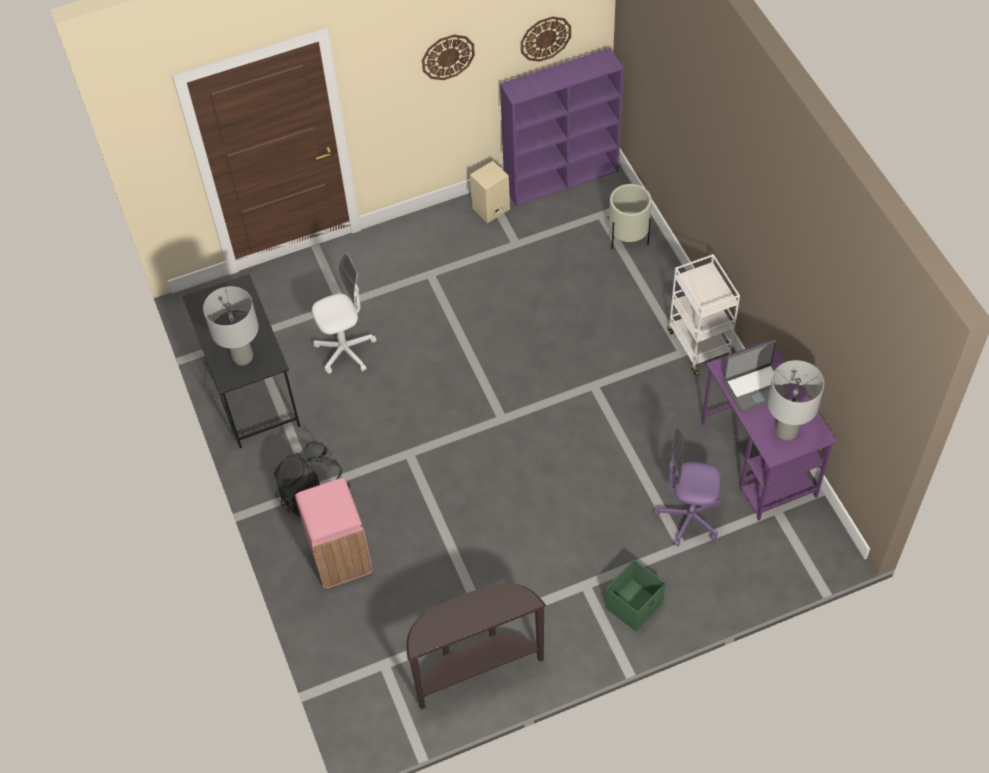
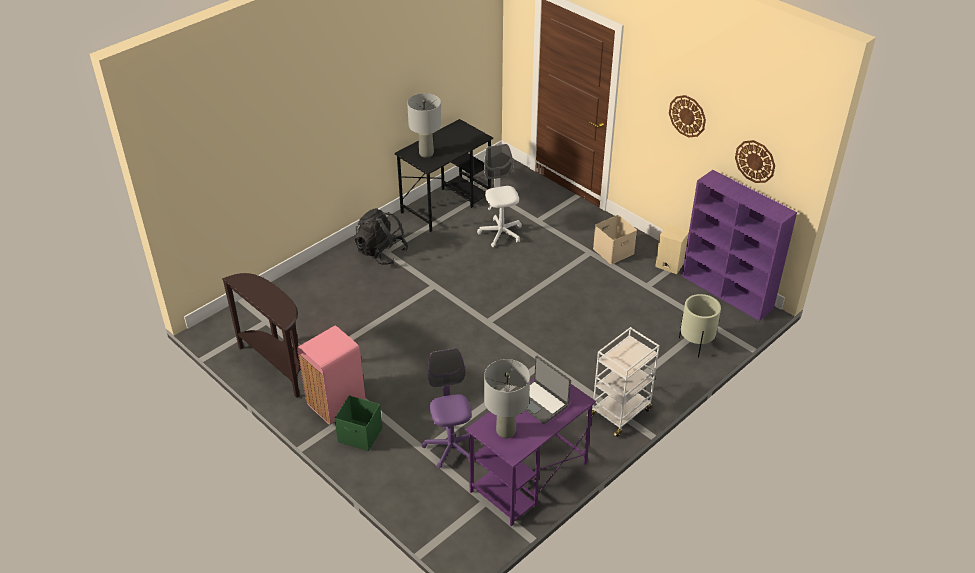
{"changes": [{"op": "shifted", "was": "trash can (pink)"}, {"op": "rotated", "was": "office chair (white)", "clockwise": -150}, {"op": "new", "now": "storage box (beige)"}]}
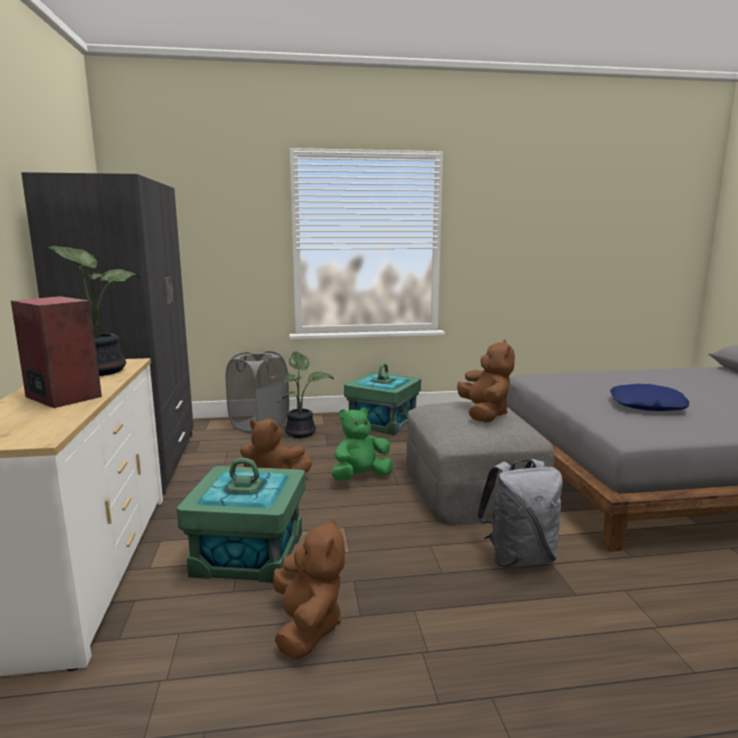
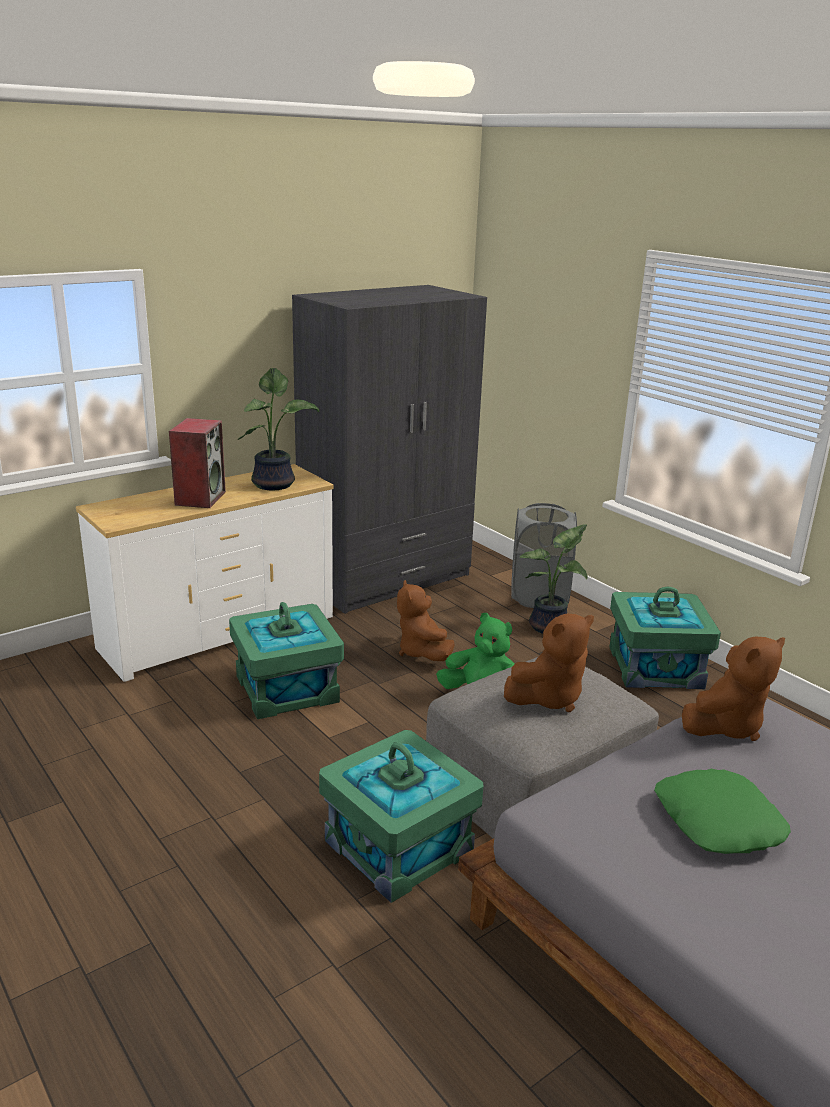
{"changes": [{"op": "swapped", "was": "backpack (grey)", "now": "storage box (green) (no. 2 from left)"}, {"op": "repainted", "was": "pillow (blue)", "now": "pillow (green)"}, {"op": "shifted", "was": "plush toy (brown) (no. 2 from left in the first image)", "now": "plush toy (brown) (no. 3 from left)"}]}
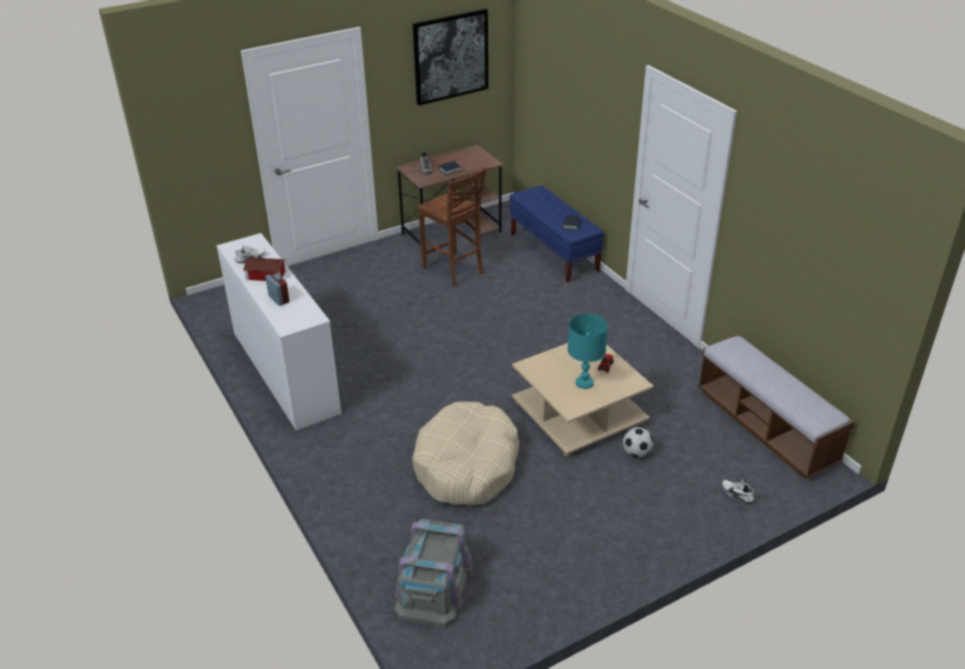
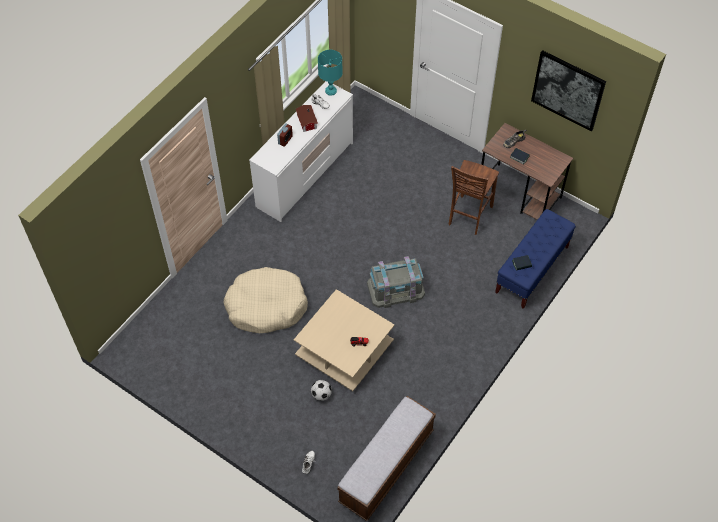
{"changes": [{"op": "shifted", "was": "table lamp (turquoise)"}, {"op": "shifted", "was": "storage box (grey)"}]}
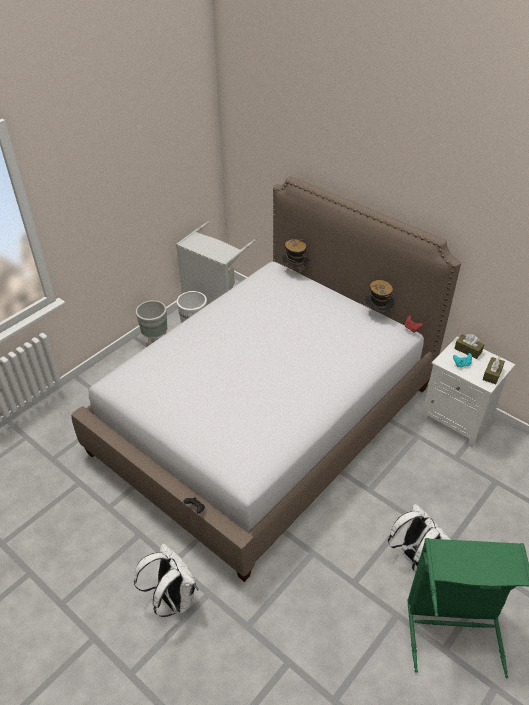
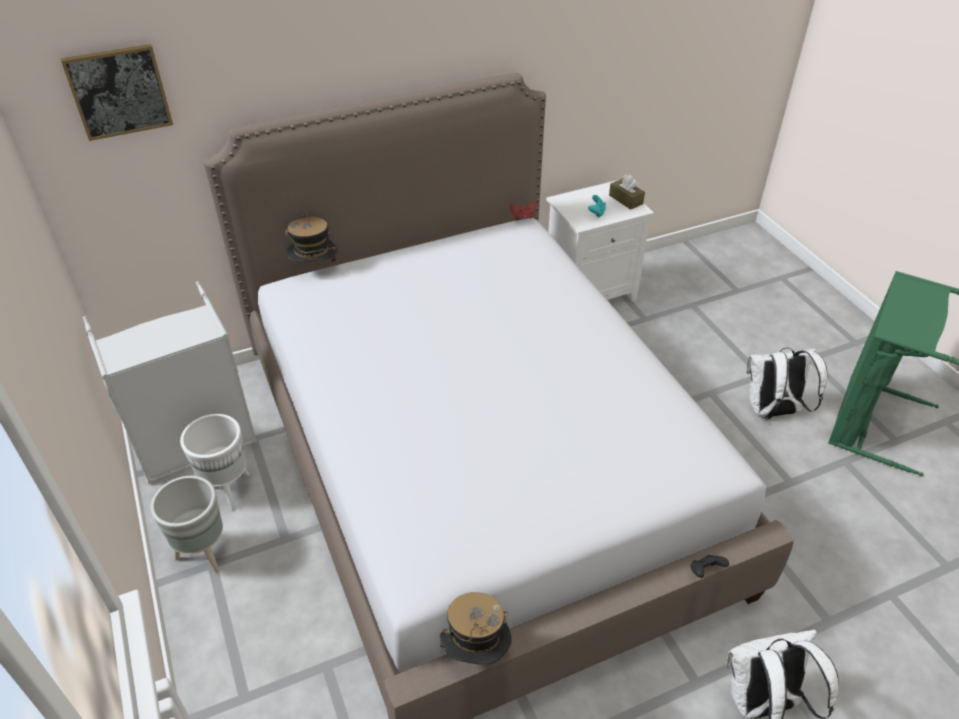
{"changes": [{"op": "new", "now": "picture"}, {"op": "shifted", "was": "hat (no. 2 from left)"}, {"op": "gone", "was": "tissue box (brown) (no. 1 from left)"}]}
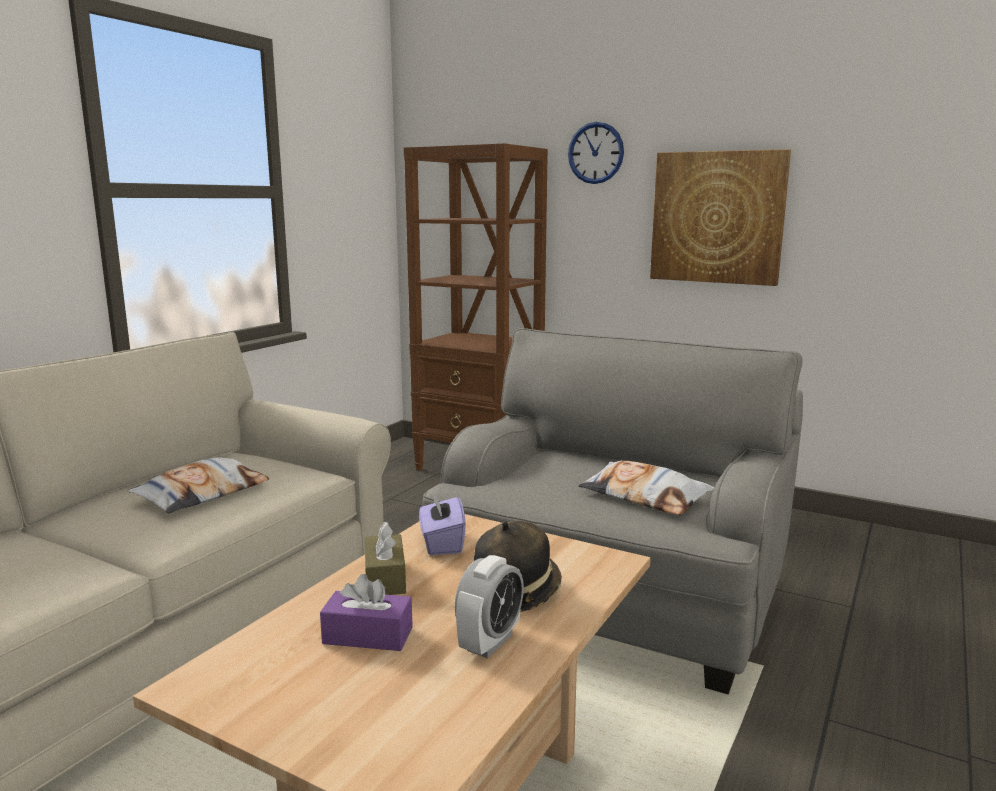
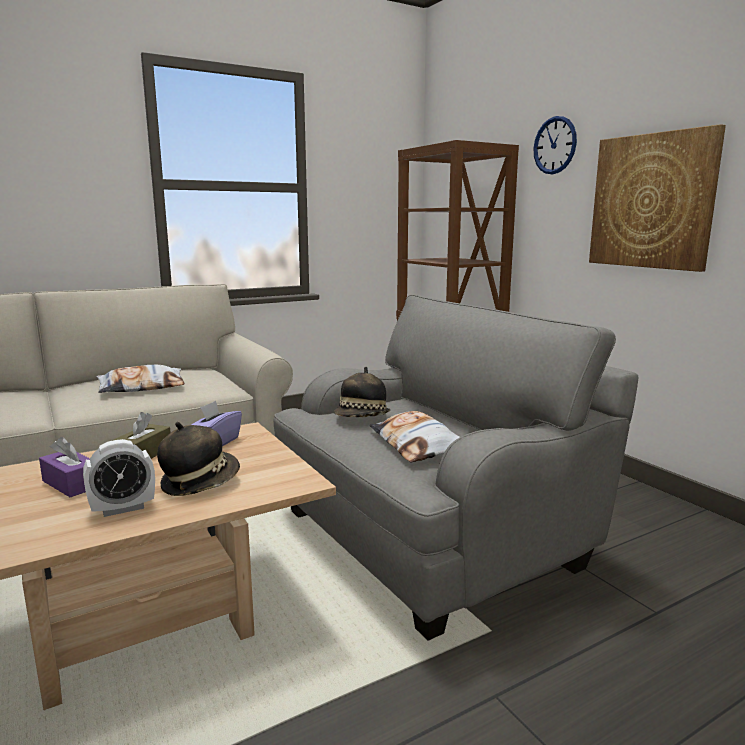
{"changes": [{"op": "new", "now": "hat (no. 2 from left)"}]}
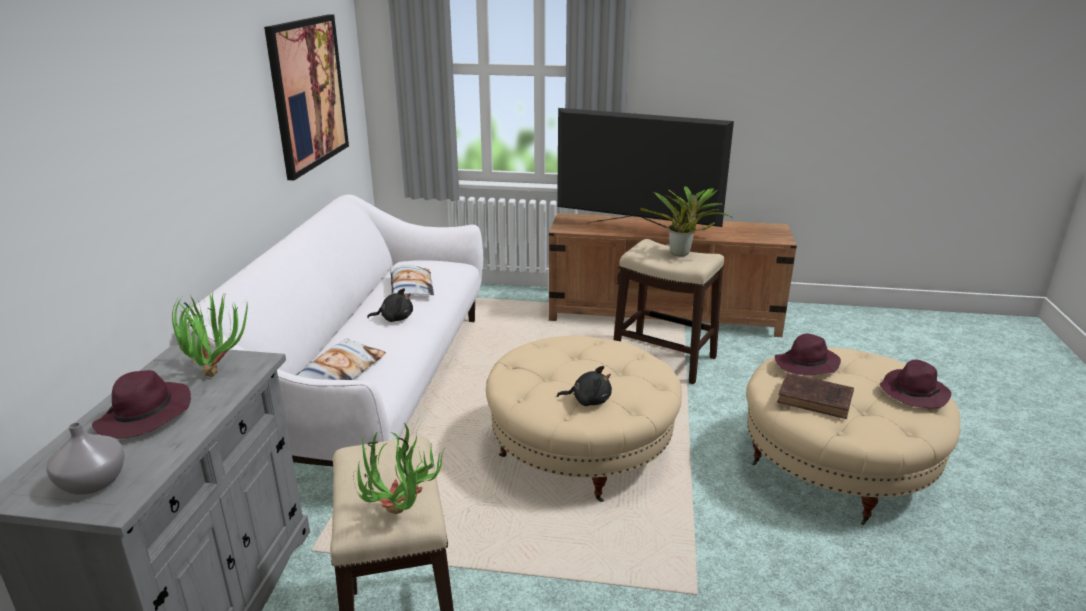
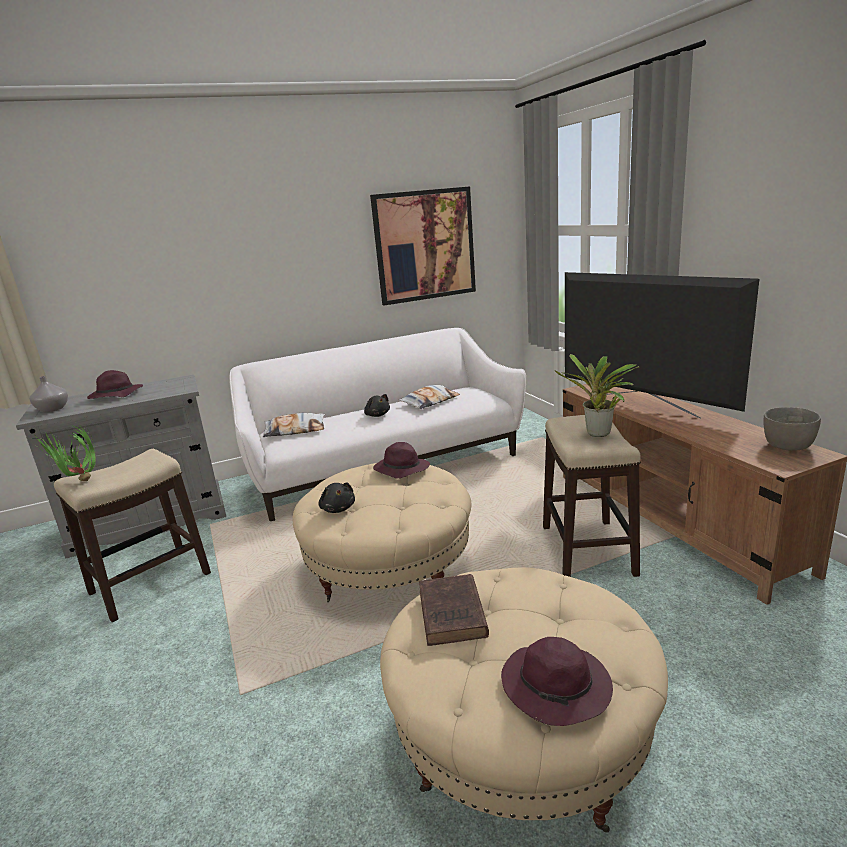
{"changes": [{"op": "shifted", "was": "hat (purple) (no. 2 from left)"}, {"op": "rotated", "was": "television", "clockwise": 150}, {"op": "new", "now": "bowl (grey)"}, {"op": "gone", "was": "potted plant (no. 1 from left)"}]}
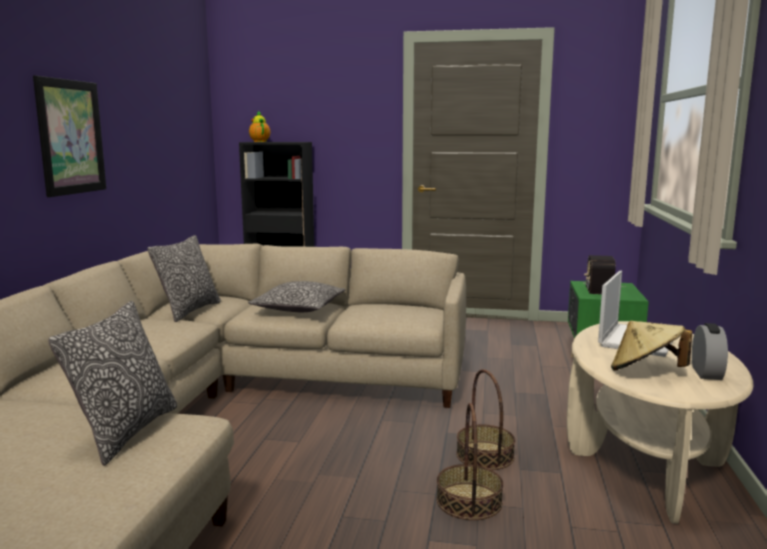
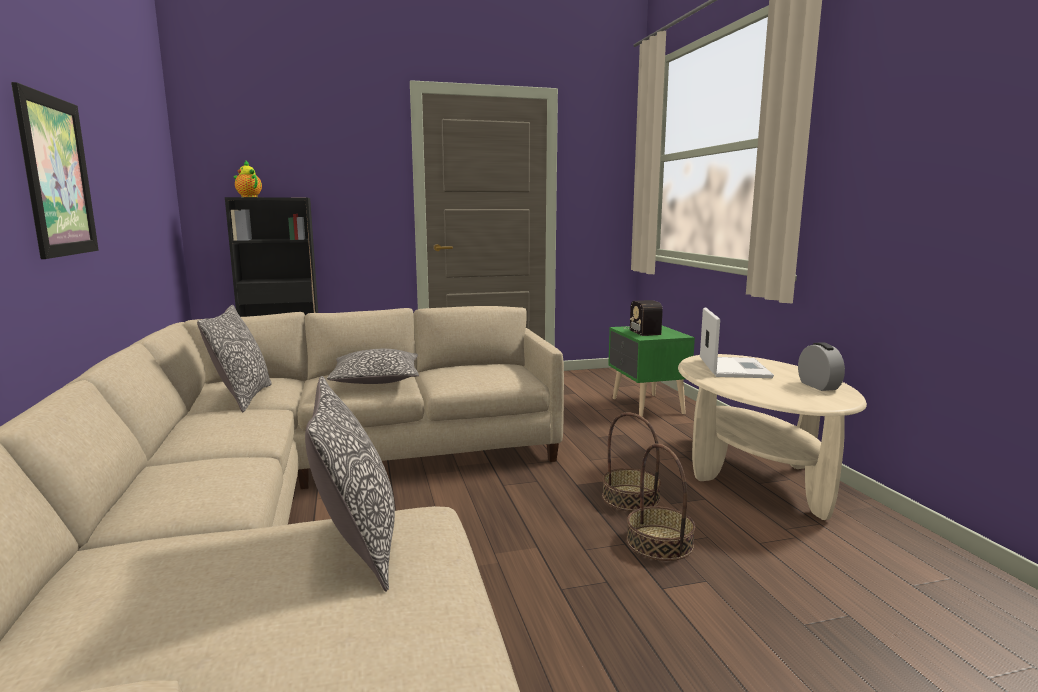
{"changes": [{"op": "gone", "was": "hat (beige)"}]}
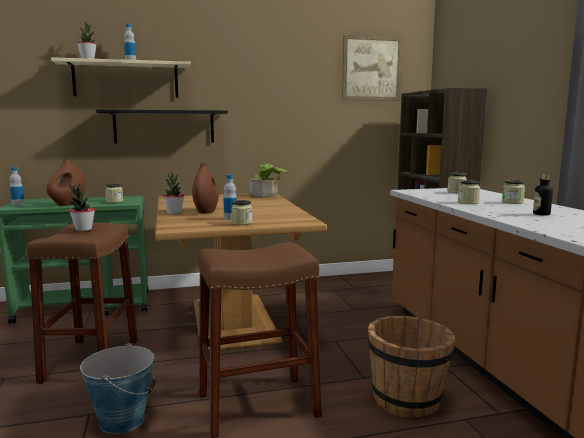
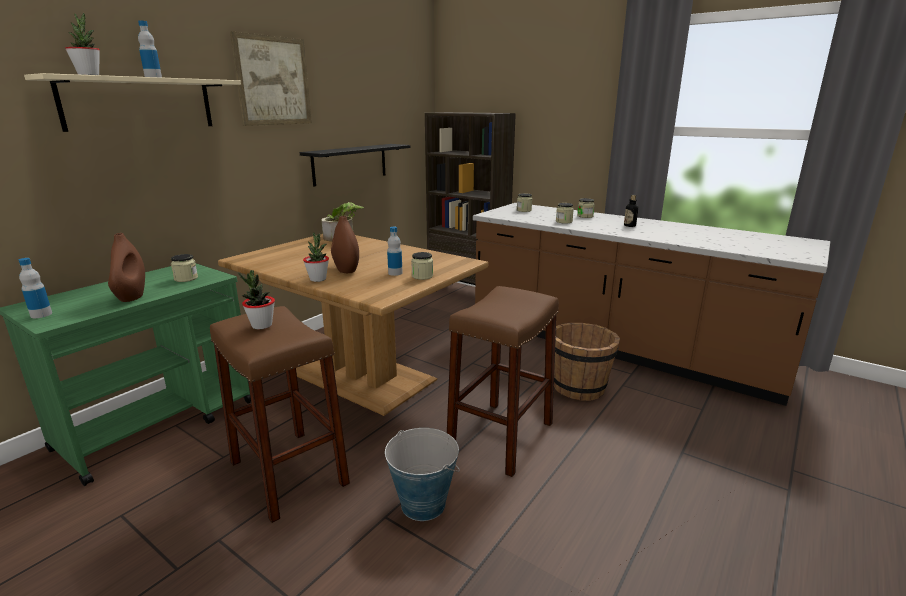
{"changes": [{"op": "shifted", "was": "picture"}, {"op": "shifted", "was": "shelf (black)"}]}
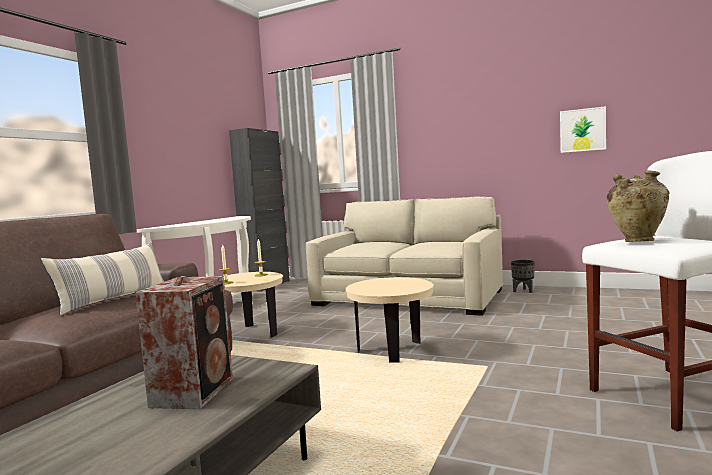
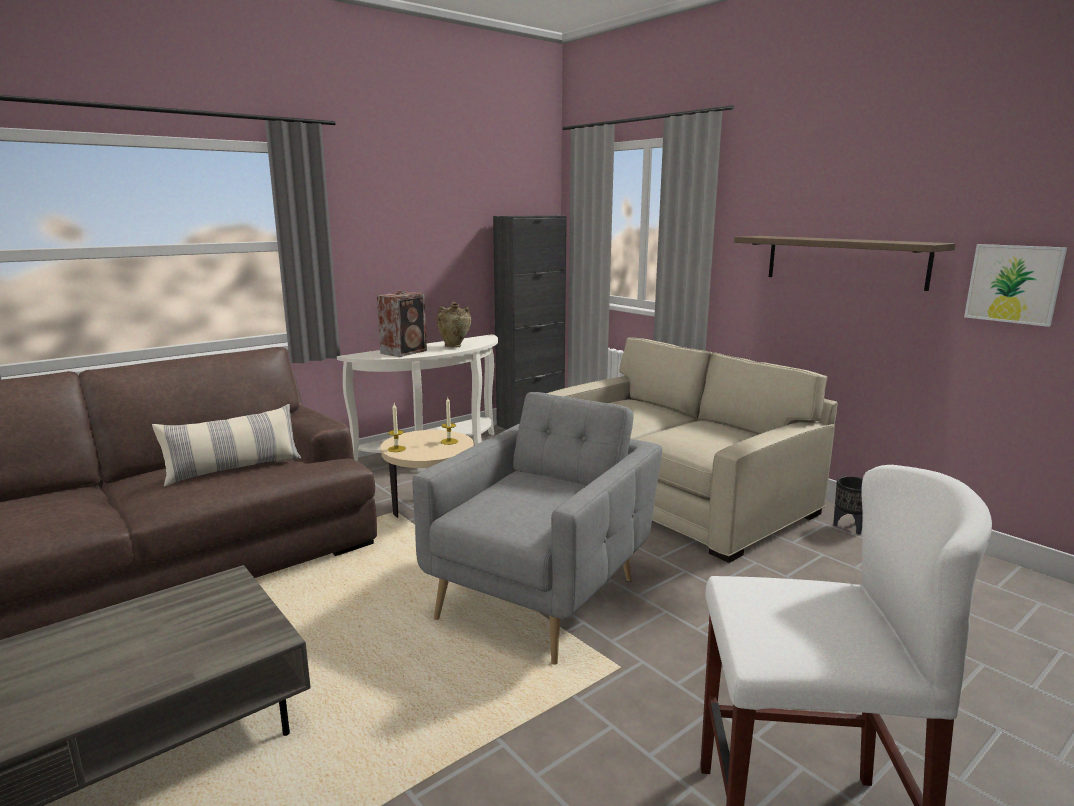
{"changes": [{"op": "shifted", "was": "speaker"}, {"op": "swapped", "was": "side table (beige) (no. 2 from left)", "now": "armchair (grey)"}, {"op": "shifted", "was": "vase (beige)"}, {"op": "new", "now": "shelf"}]}
